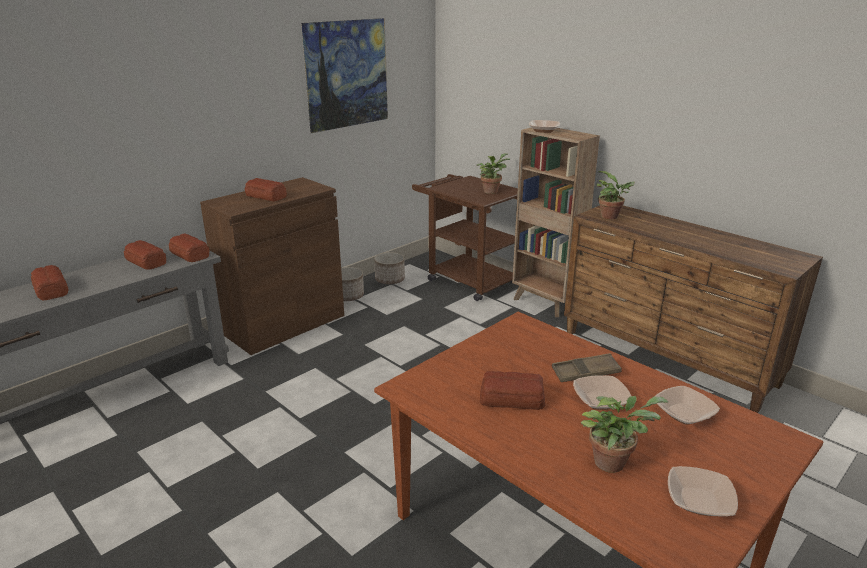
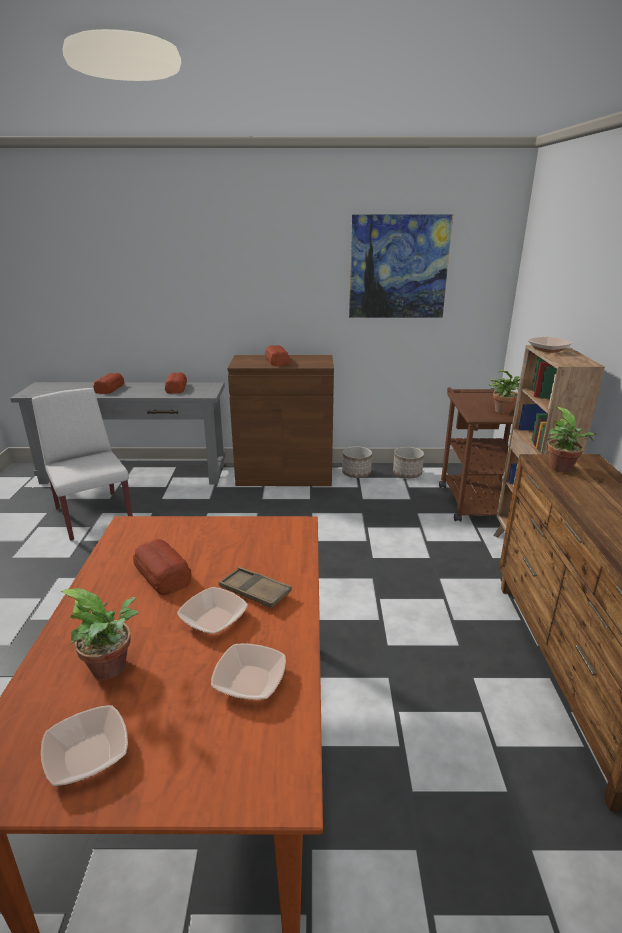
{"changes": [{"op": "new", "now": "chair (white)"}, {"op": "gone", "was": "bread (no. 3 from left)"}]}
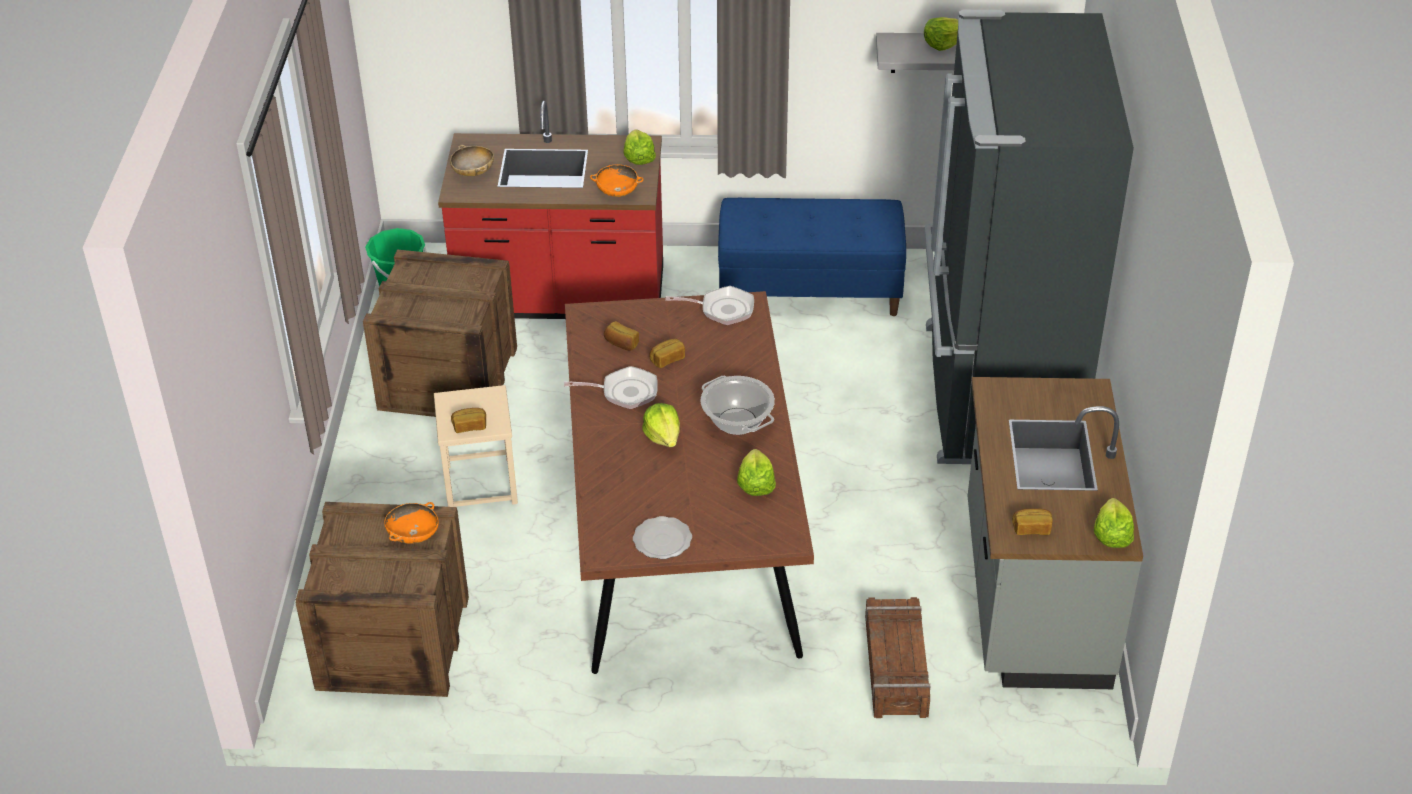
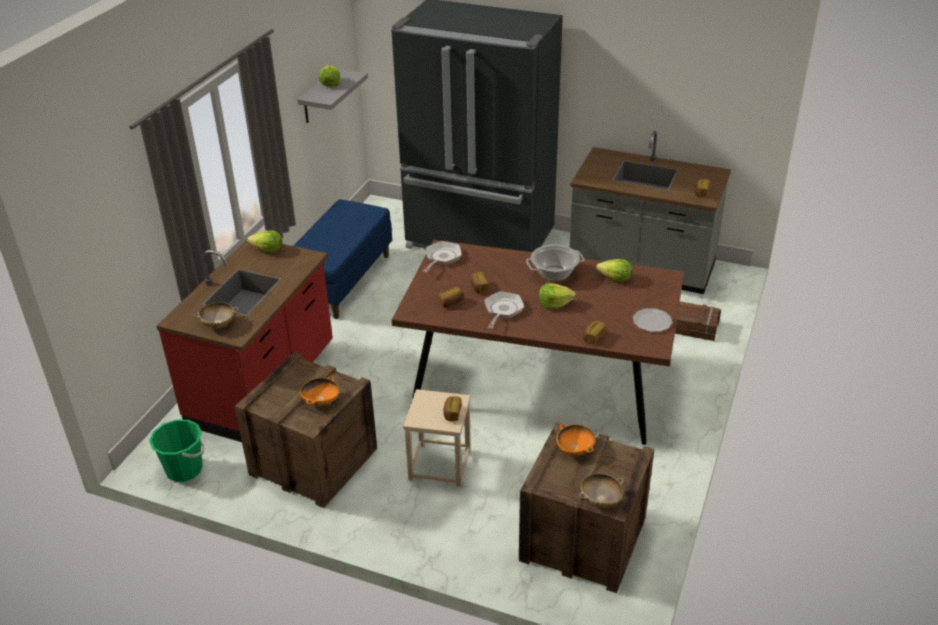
{"changes": [{"op": "shifted", "was": "bowl (orange) (no. 2 from left in the first image)", "now": "bowl (orange) (no. 1 from left)"}, {"op": "new", "now": "bowl (beige) (no. 2 from left)"}, {"op": "new", "now": "bread (no. 4 from left)"}, {"op": "gone", "was": "lettuce (no. 5 from left)"}]}
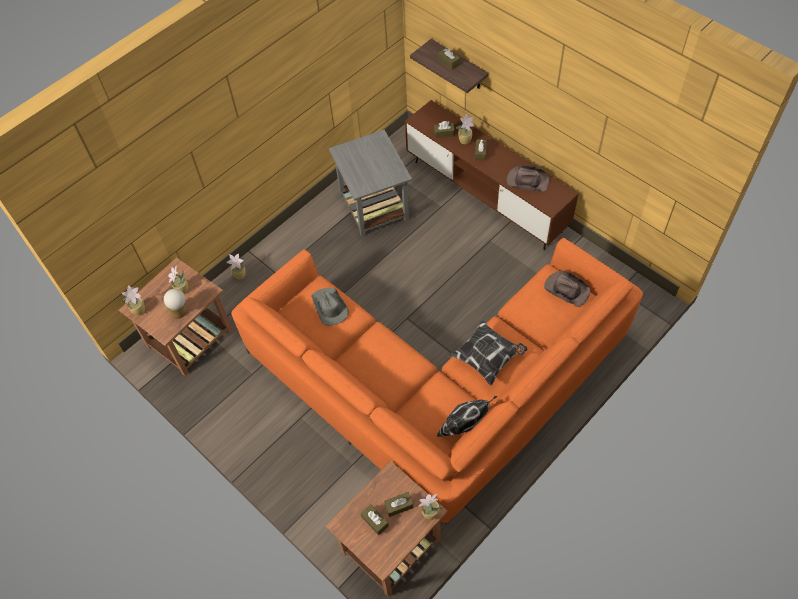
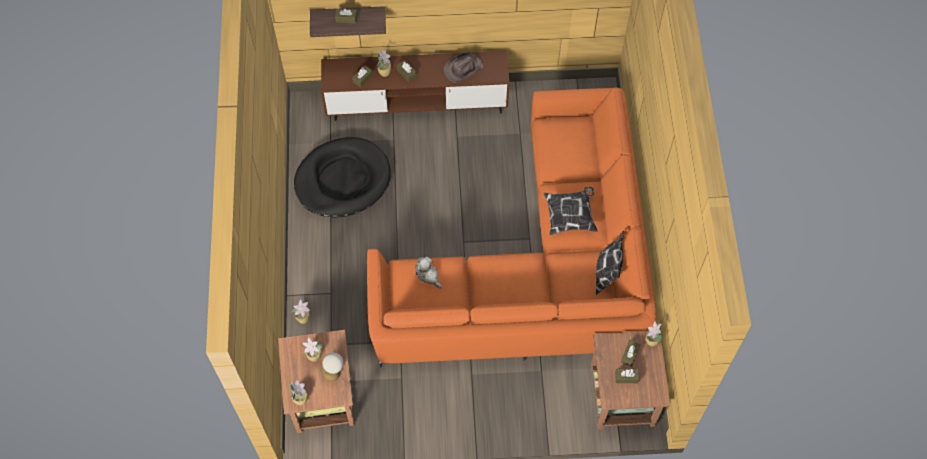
{"changes": [{"op": "swapped", "was": "side table (grey)", "now": "dog bed (black)"}, {"op": "swapped", "was": "hat (grey)", "now": "plush toy"}, {"op": "gone", "was": "hat (brown) (no. 2 from left)"}]}
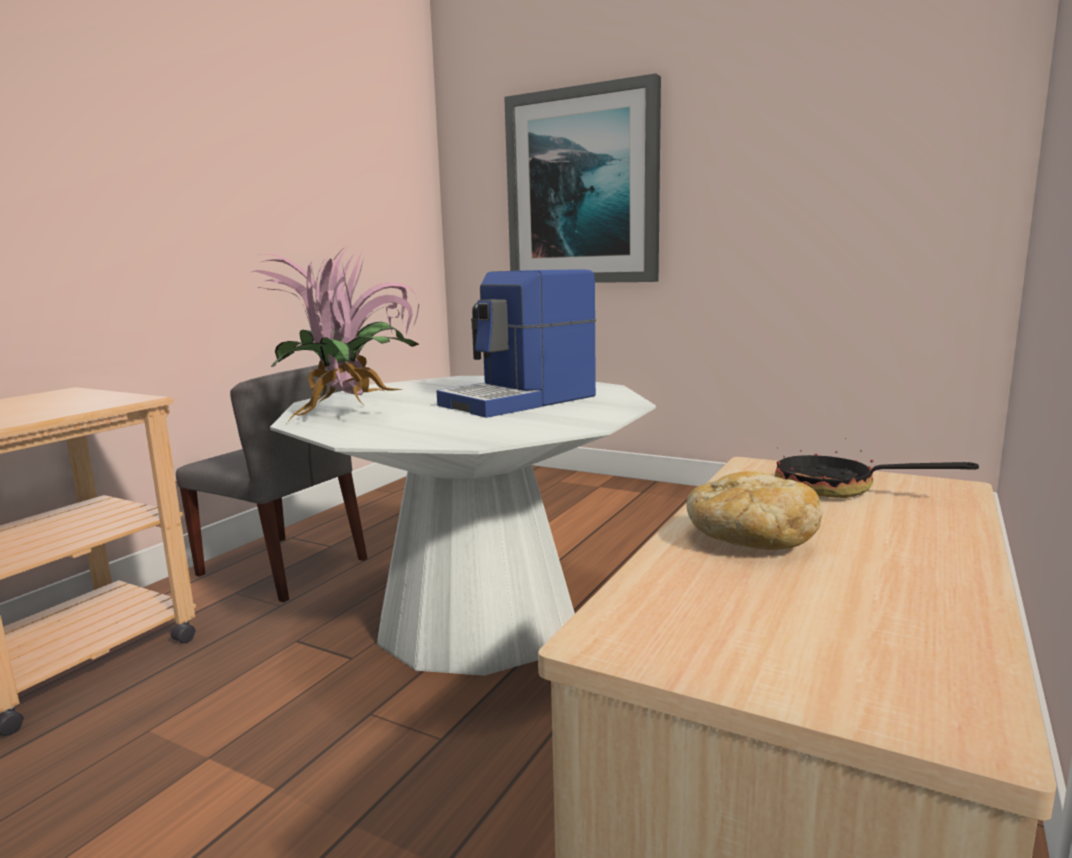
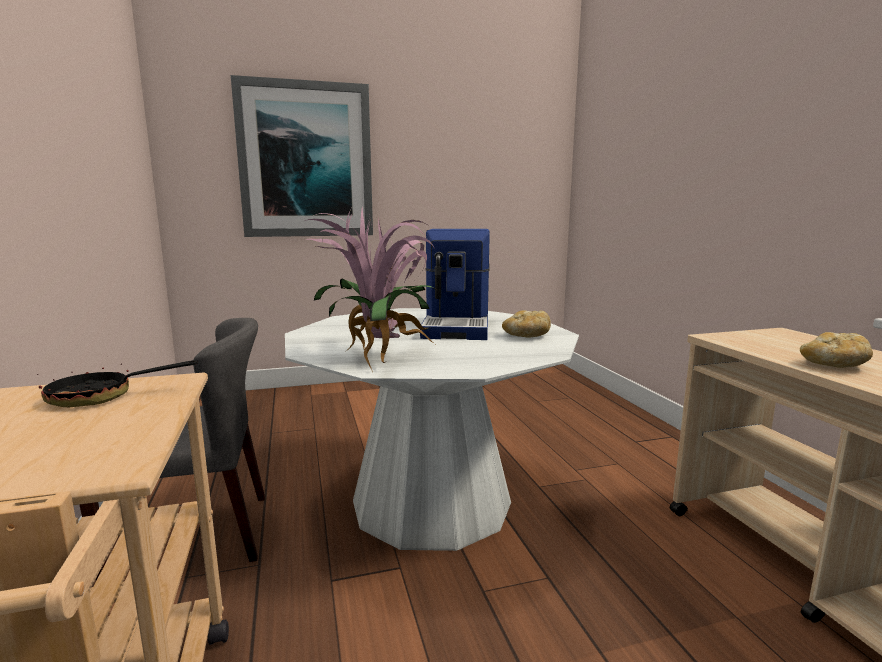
{"changes": [{"op": "shifted", "was": "frying pan"}, {"op": "new", "now": "bread (no. 1 from left)"}]}
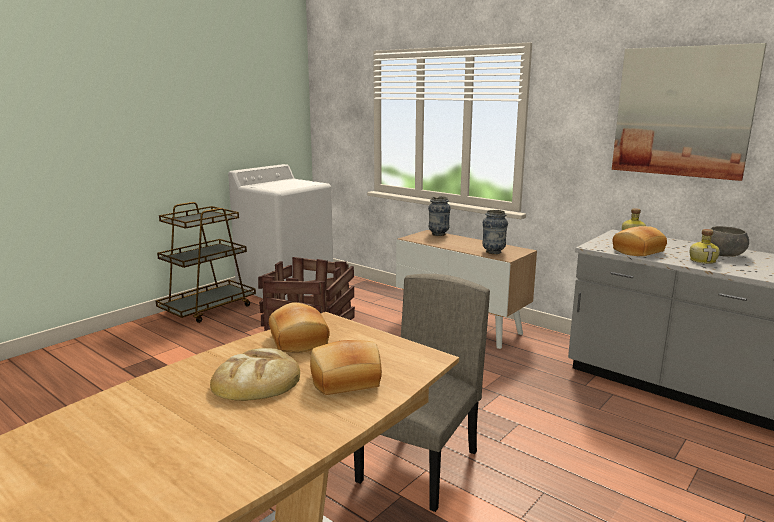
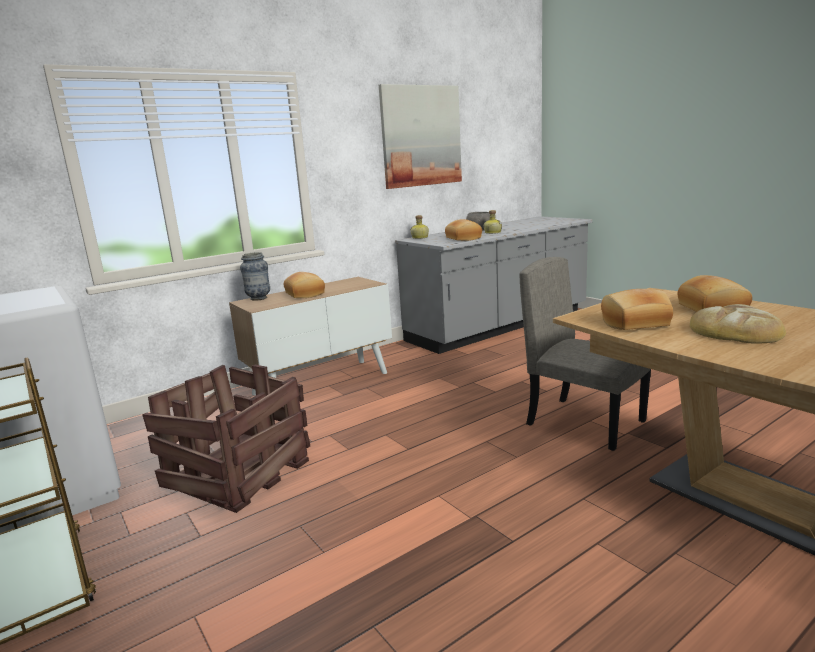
{"changes": [{"op": "new", "now": "bread (no. 1 from left)"}, {"op": "gone", "was": "vase (no. 2 from left)"}]}
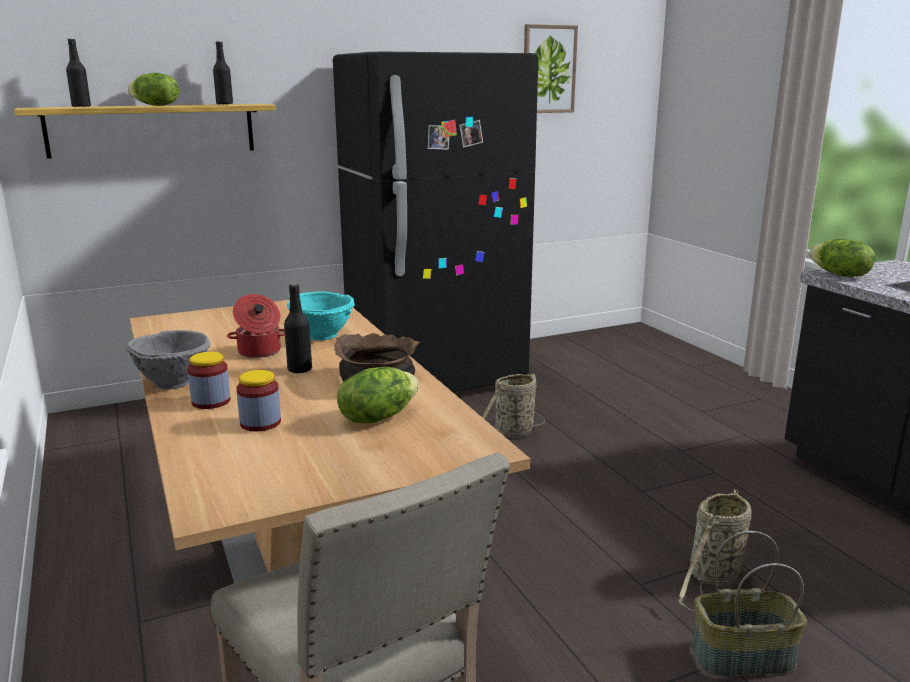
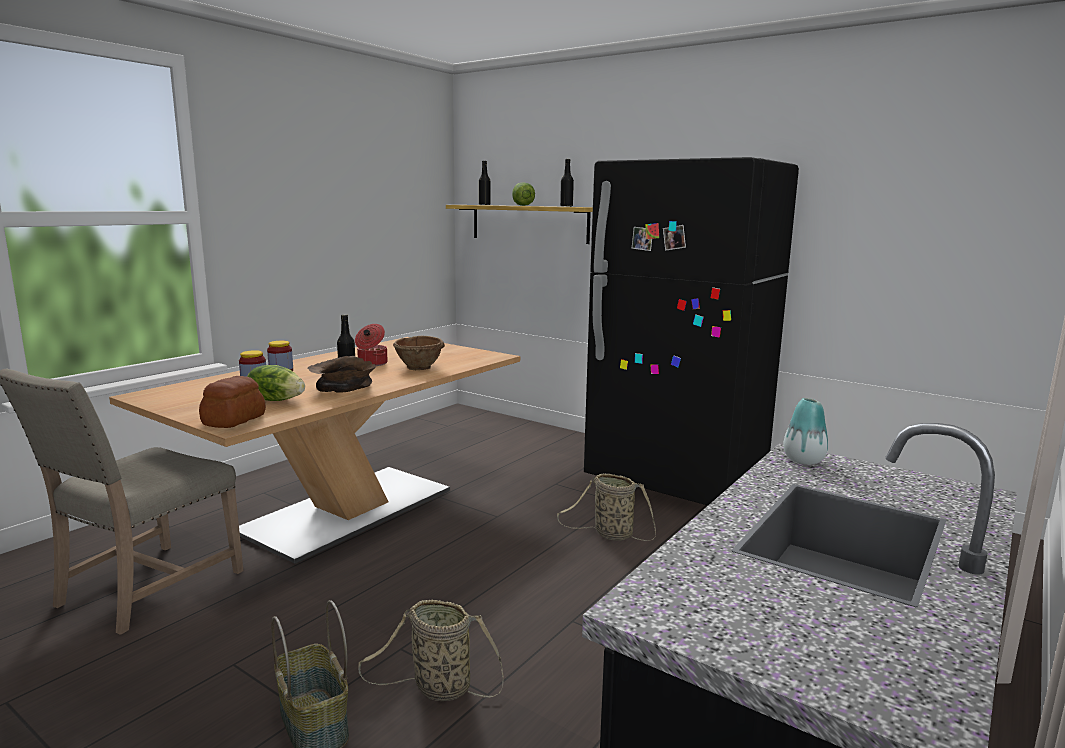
{"changes": [{"op": "new", "now": "bread"}, {"op": "repainted", "was": "bowl (turquoise)", "now": "bowl (brown) (no. 2 from left)"}, {"op": "swapped", "was": "lettuce (no. 3 from left)", "now": "vase"}, {"op": "gone", "was": "bowl (grey)"}, {"op": "gone", "was": "picture"}]}
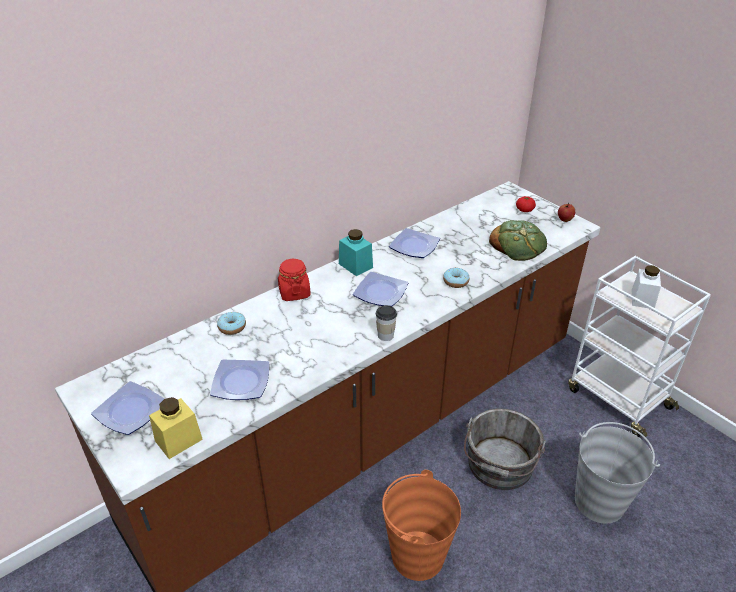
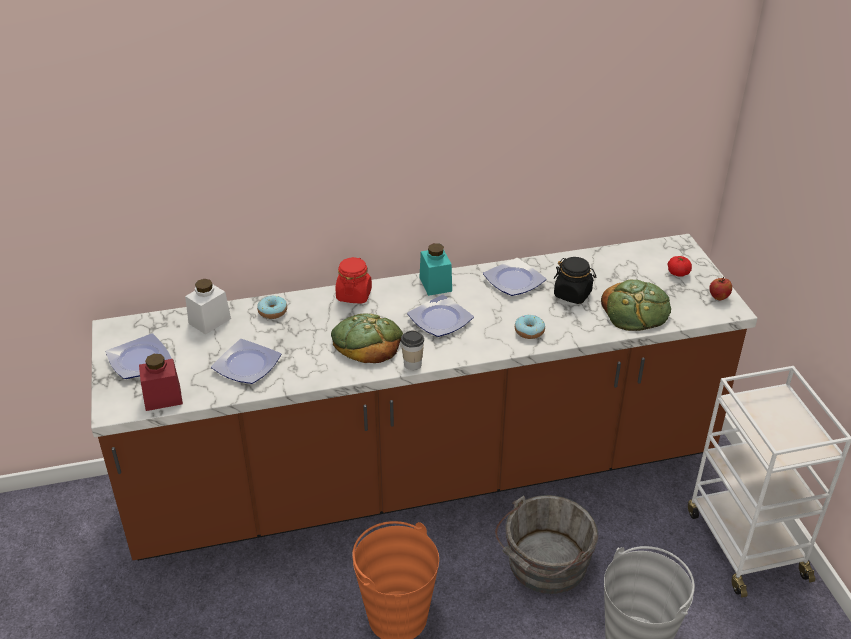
{"changes": [{"op": "repainted", "was": "jar (yellow)", "now": "jar (red) (no. 1 from left)"}, {"op": "shifted", "was": "jar (white)"}, {"op": "new", "now": "bread (no. 1 from left)"}, {"op": "new", "now": "jar (black)"}]}
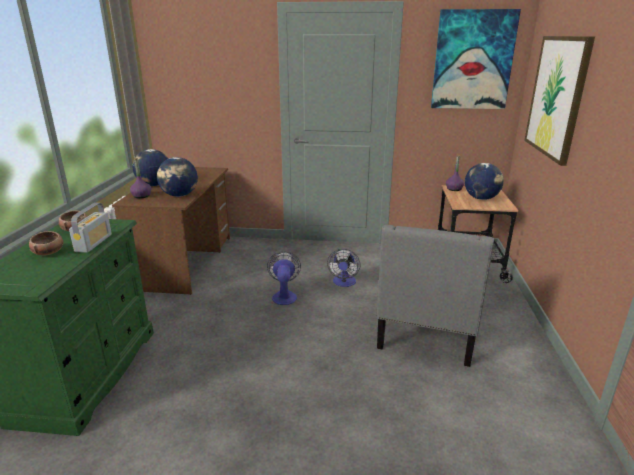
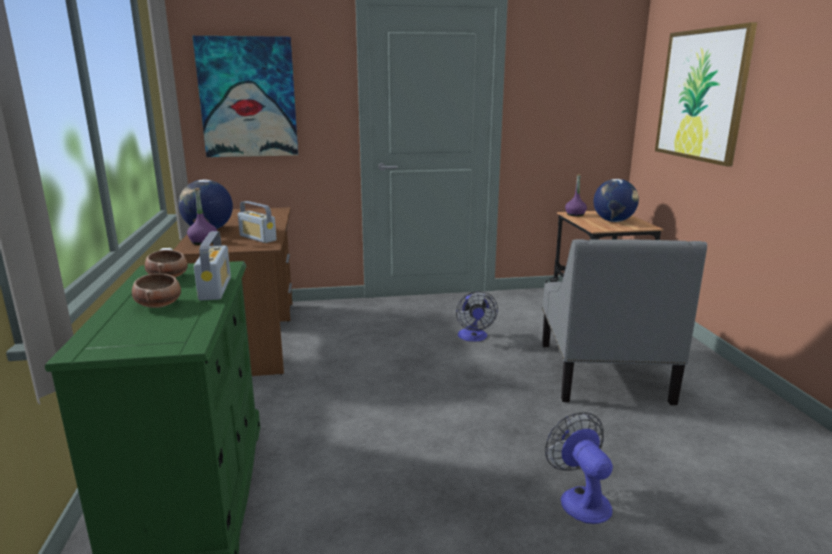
{"changes": [{"op": "shifted", "was": "picture (no. 1 from left)"}, {"op": "swapped", "was": "globe (no. 2 from left)", "now": "radio (no. 2 from left)"}, {"op": "shifted", "was": "fan (no. 1 from left in the first image)", "now": "fan (no. 2 from left)"}]}
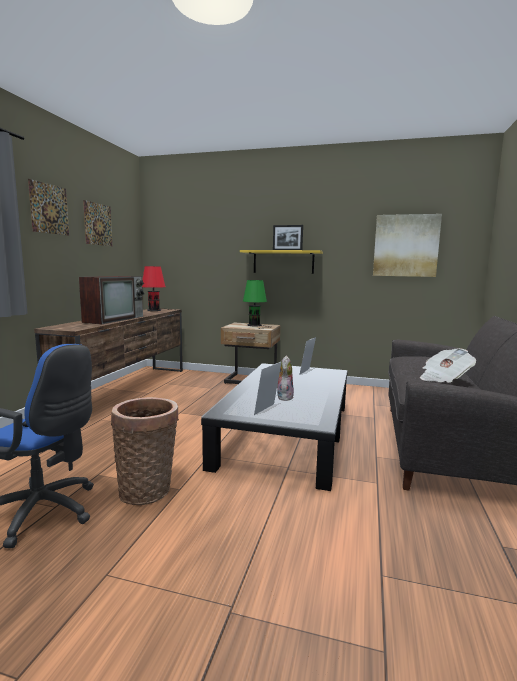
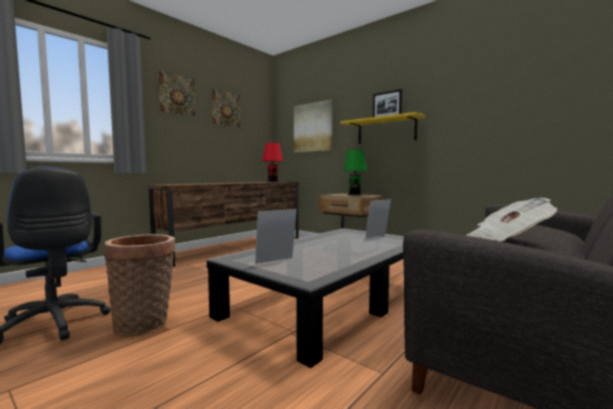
{"changes": [{"op": "shifted", "was": "picture (no. 3 from left)"}, {"op": "gone", "was": "television"}, {"op": "gone", "was": "plush toy"}]}
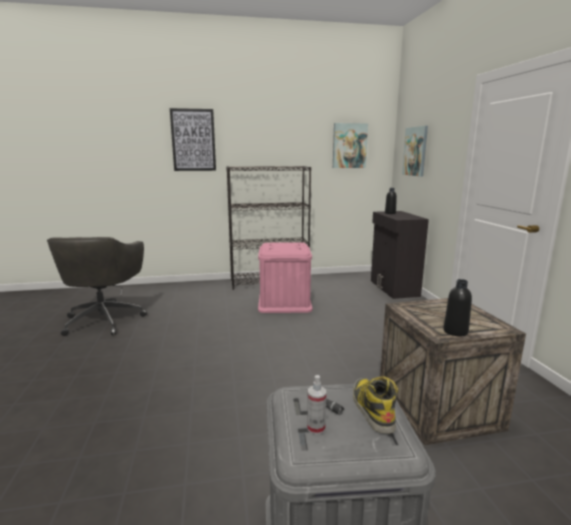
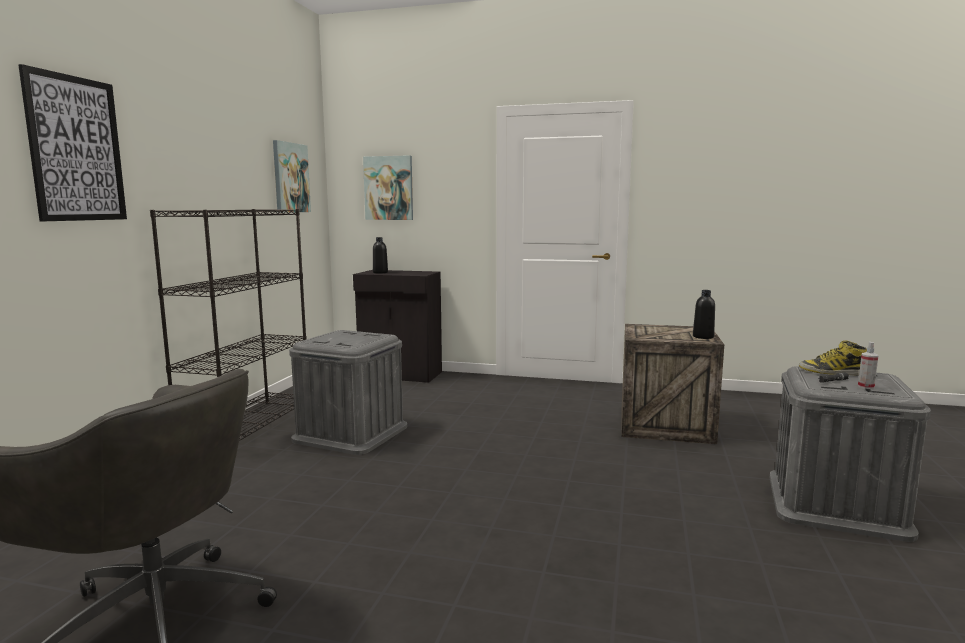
{"changes": [{"op": "repainted", "was": "storage box (pink)", "now": "storage box (grey) (no. 1 from left)"}]}
